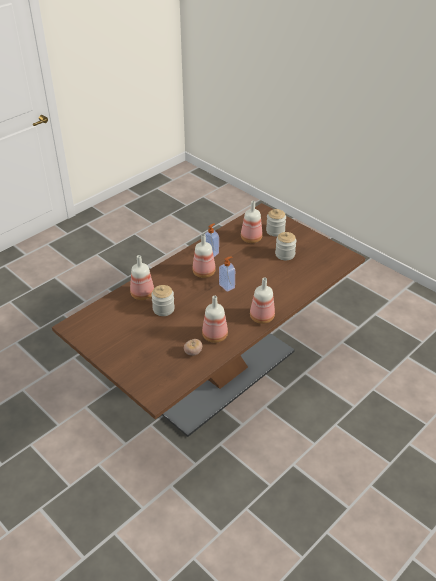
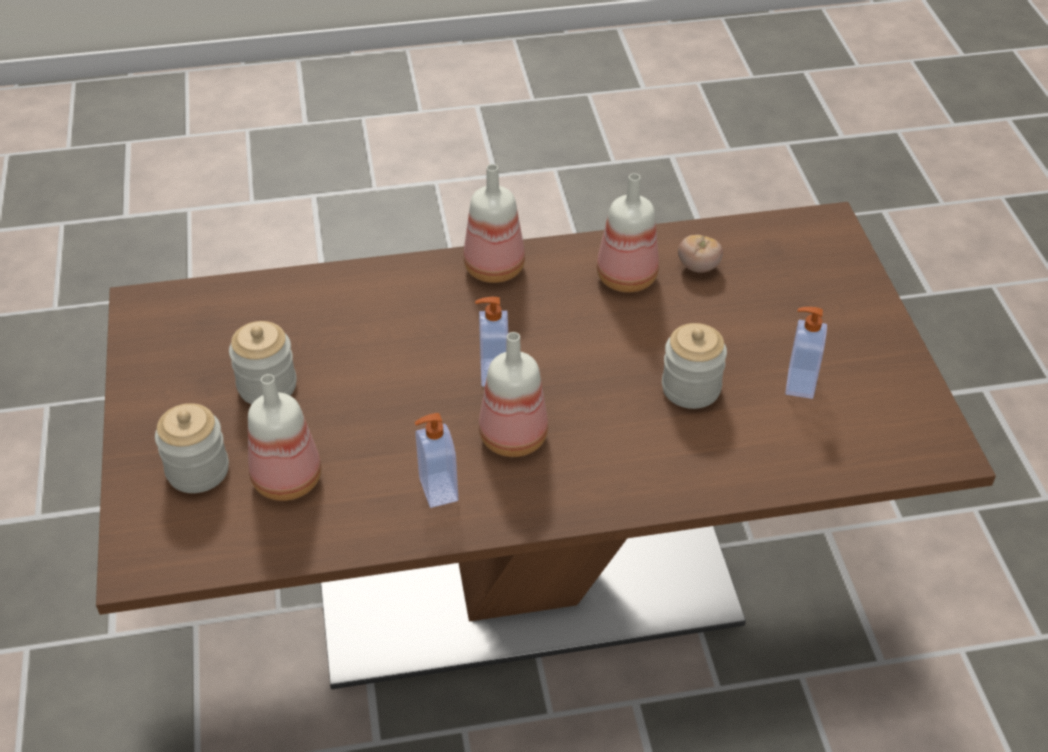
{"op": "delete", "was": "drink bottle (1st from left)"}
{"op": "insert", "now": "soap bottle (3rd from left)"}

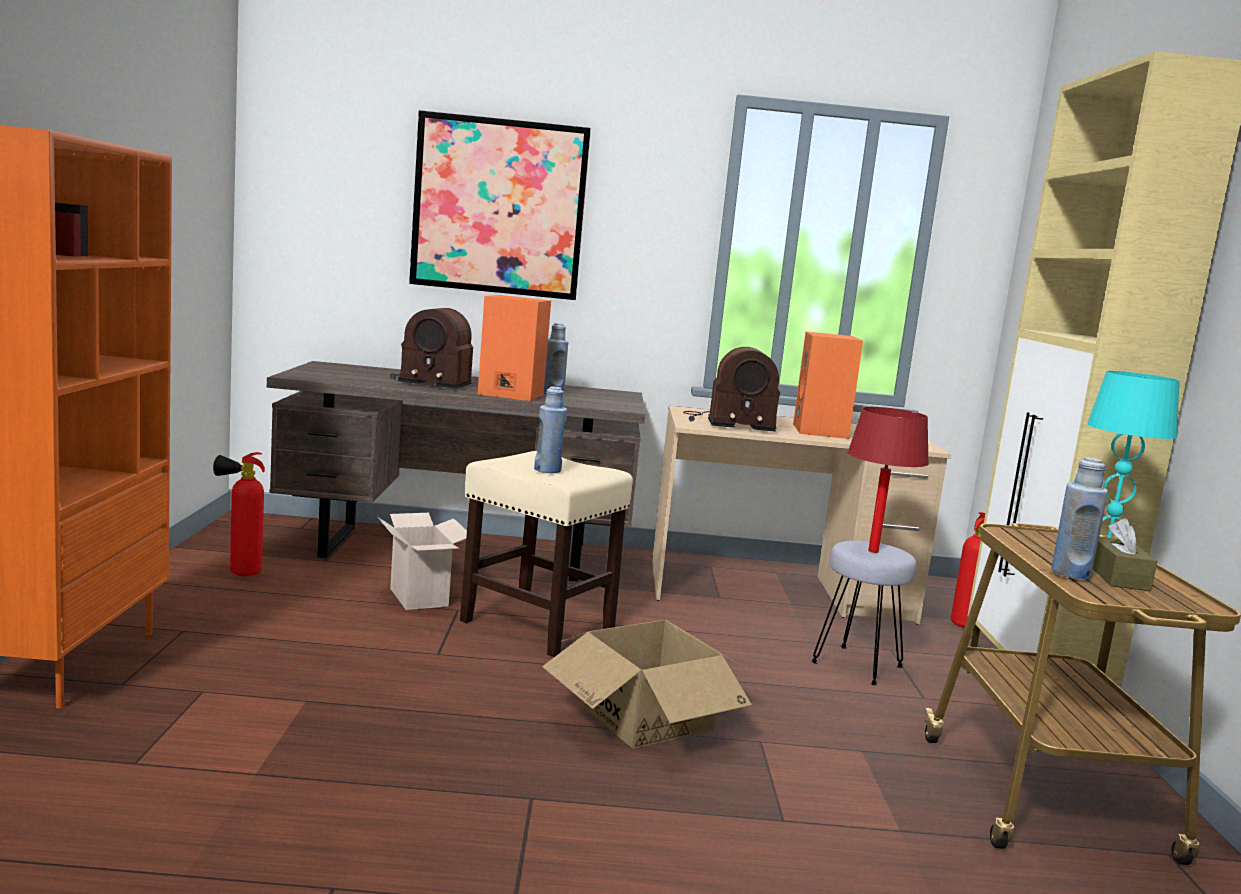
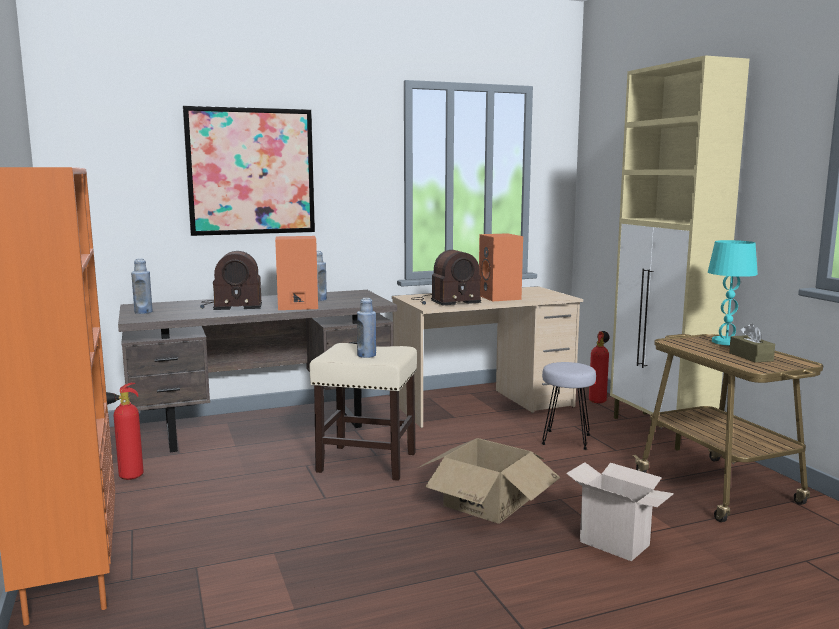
{"op": "delete", "was": "reddish table lamp"}
{"op": "move", "was": "packing box (1st from left in the first image)", "now": "packing box (2nd from left)"}
{"op": "move", "was": "blue drink bottle (3rd from left in the first image)", "now": "blue drink bottle (1st from left)"}

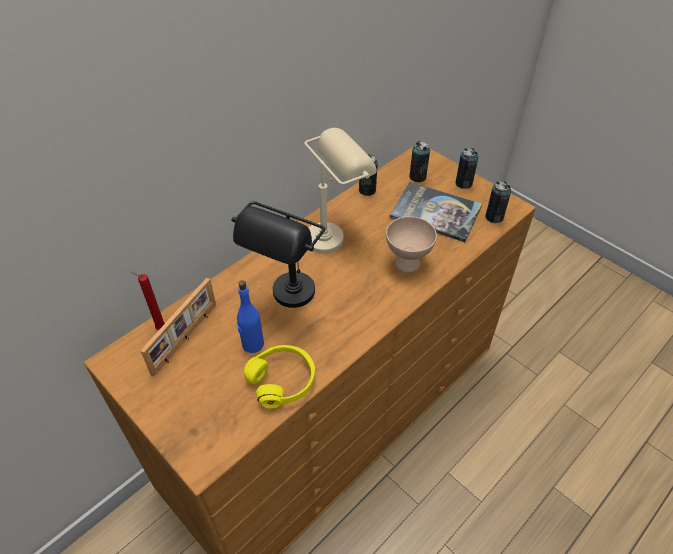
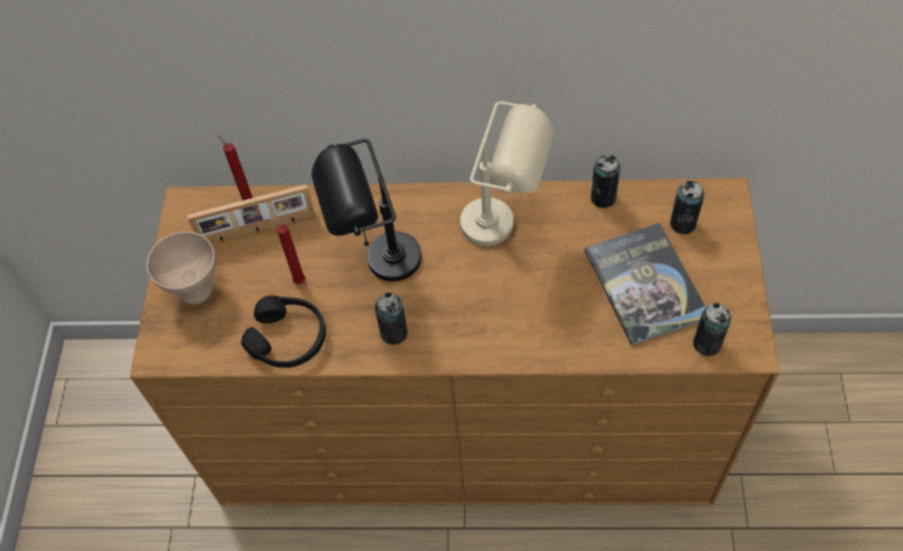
{"op": "move", "was": "sand-coloured serving bowl"}
{"op": "move", "was": "metal can (3rd from left in the first image)", "now": "metal can (1st from left)"}
{"op": "replace", "was": "blue drink bottle", "now": "reddish wax light (2nd from left)"}
{"op": "recolor", "was": "yellow-coloured headset", "now": "black headset"}

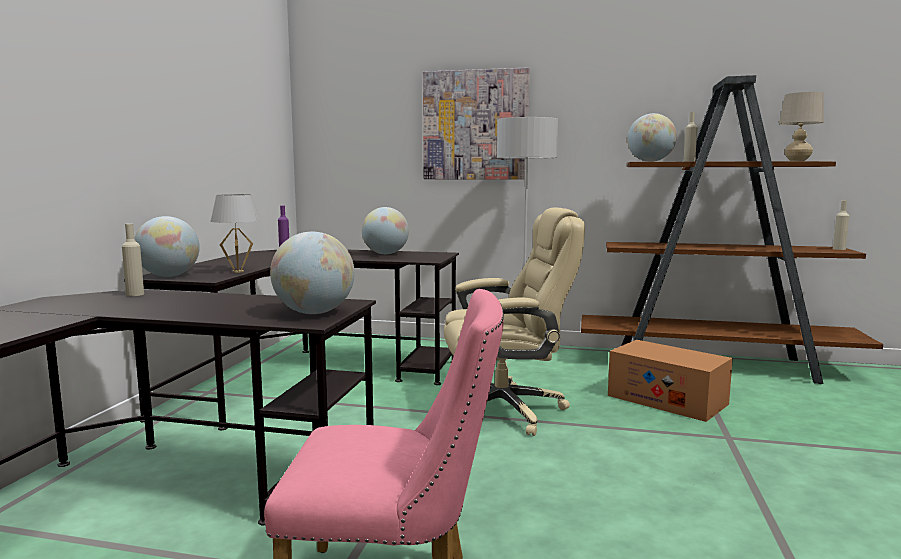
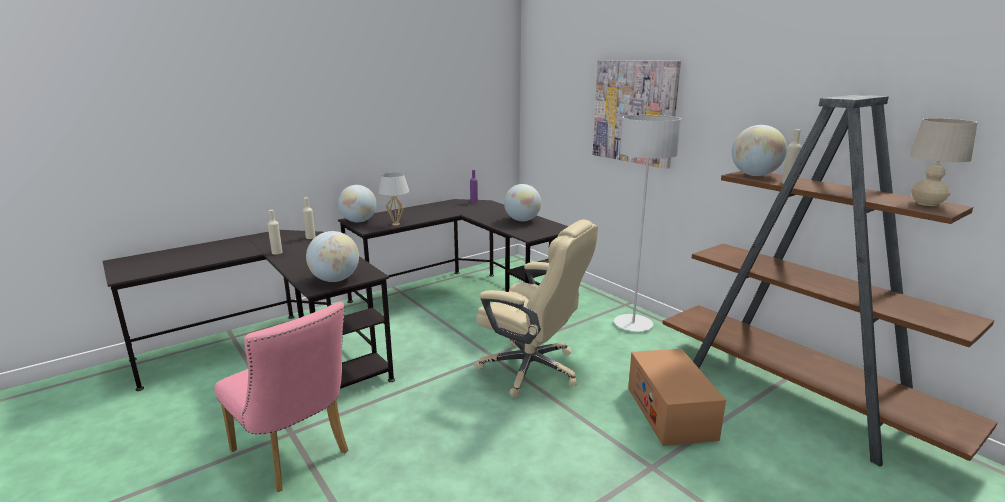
{"op": "move", "was": "sand-coloured drink bottle (3rd from left in the first image)", "now": "sand-coloured drink bottle (1st from left)"}

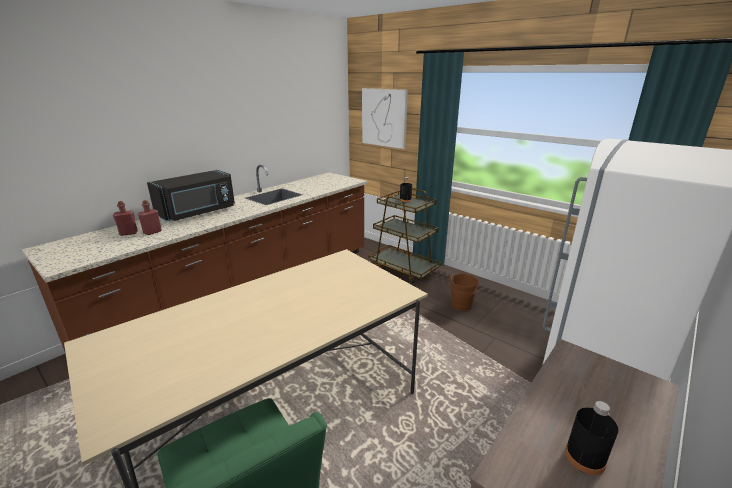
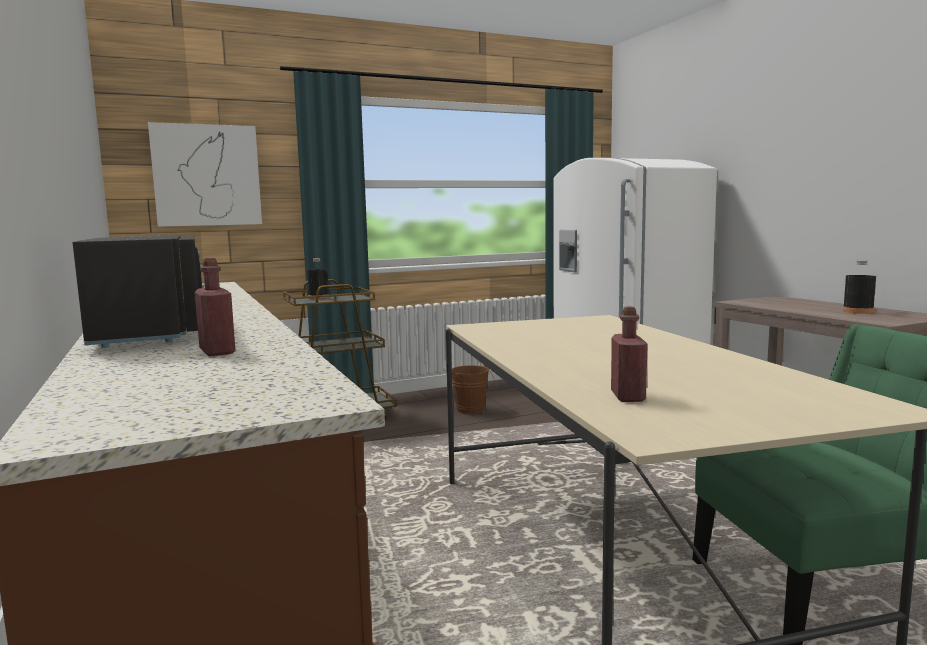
{"op": "move", "was": "reddish drink bottle (1st from left in the first image)", "now": "reddish drink bottle (2nd from left)"}

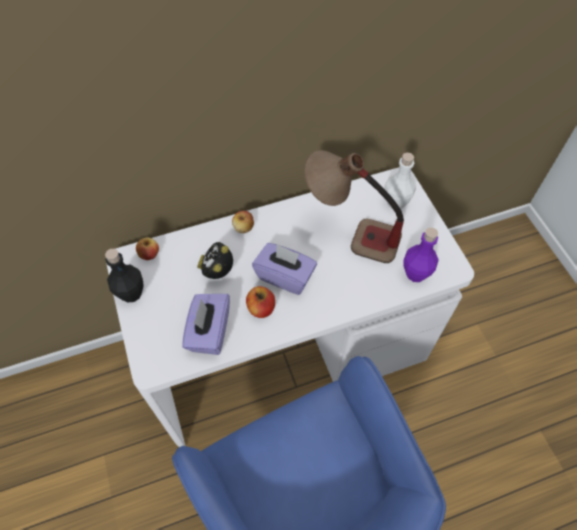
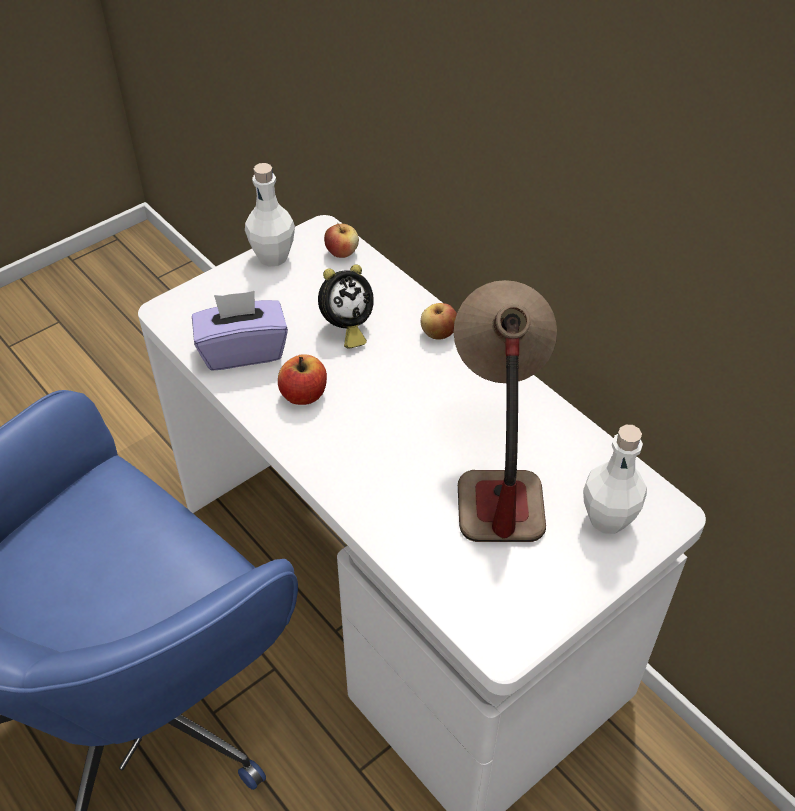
{"op": "delete", "was": "purplish tissue holder (2nd from left)"}
{"op": "delete", "was": "purplish drink bottle"}
{"op": "recolor", "was": "black drink bottle", "now": "whitish drink bottle (1st from left)"}
{"op": "rotate", "was": "bedside clock", "clockwise": 150}

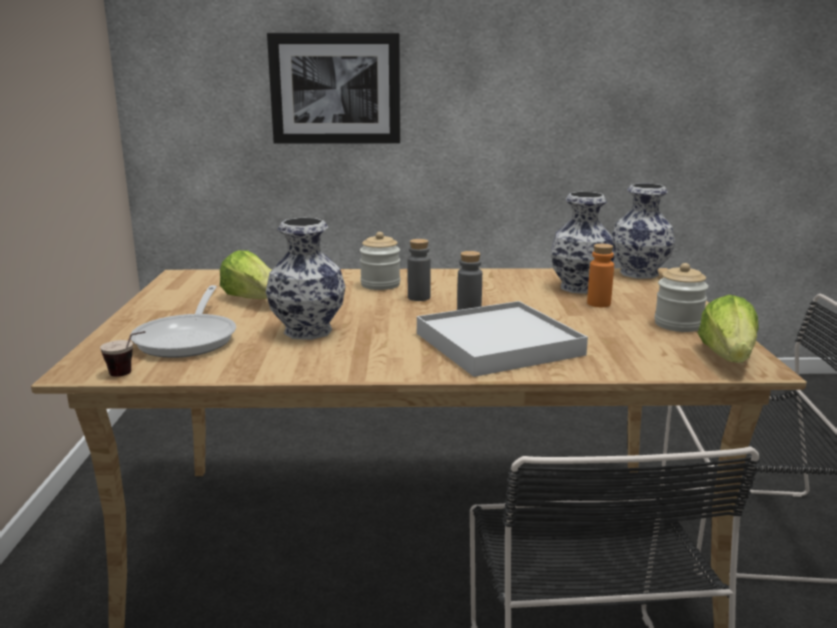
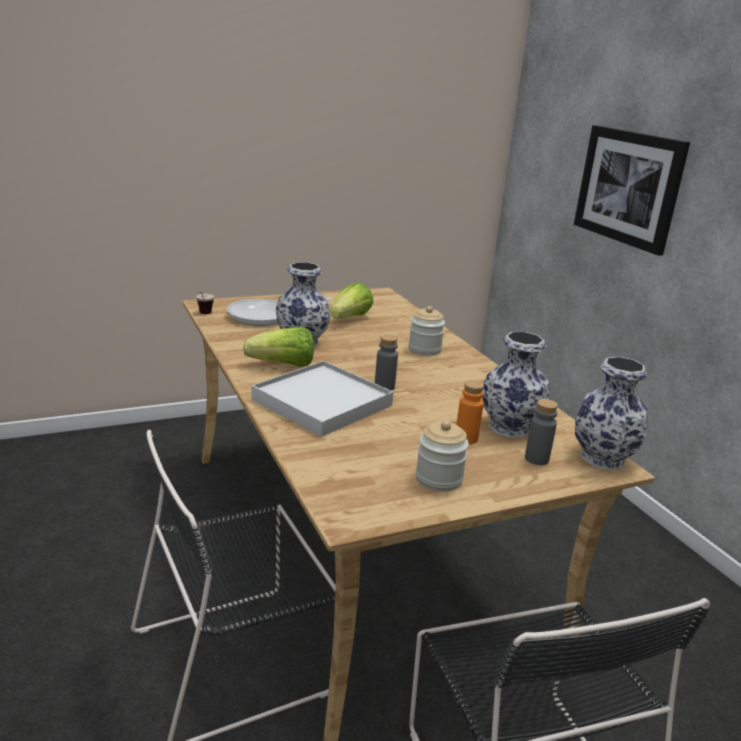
{"op": "move", "was": "gray drink bottle (1st from left in the first image)", "now": "gray drink bottle (2nd from left)"}
{"op": "move", "was": "head of lettuce (2nd from left in the first image)", "now": "head of lettuce (1st from left)"}

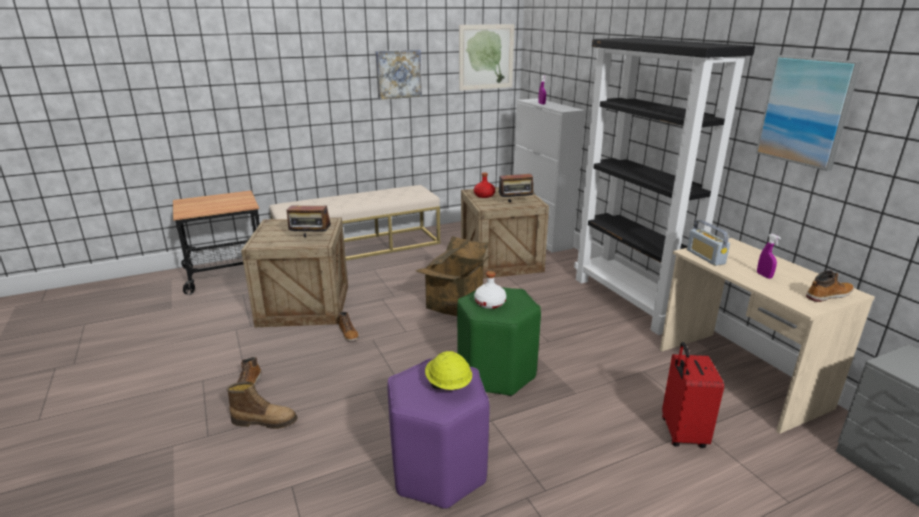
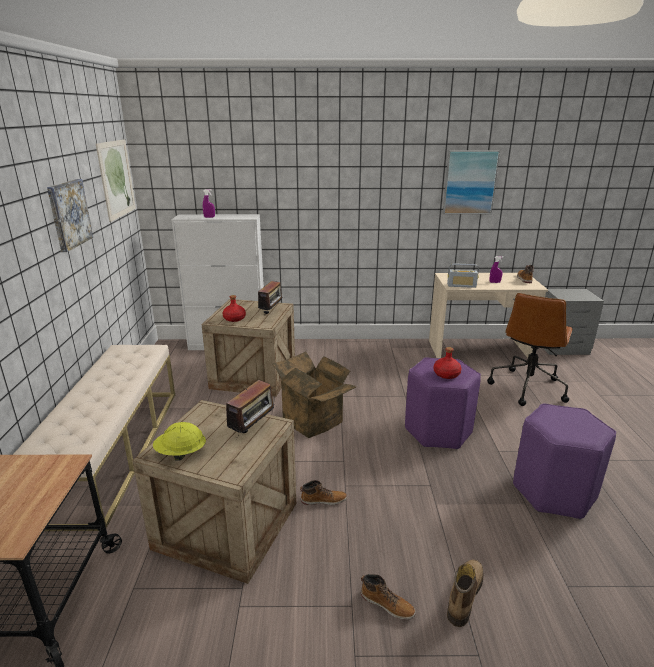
{"op": "delete", "was": "black shelving unit"}
{"op": "move", "was": "yellow-coloured hard hat"}
{"op": "replace", "was": "reddish travel case", "now": "brownish office chair"}
{"op": "recolor", "was": "green-coloured sitting stool", "now": "purplish sitting stool (1st from left)"}
{"op": "recolor", "was": "whitish drink bottle", "now": "reddish drink bottle (2nd from left)"}

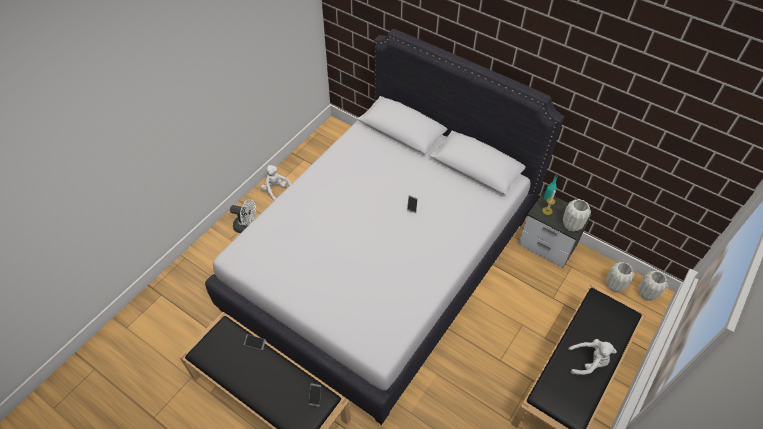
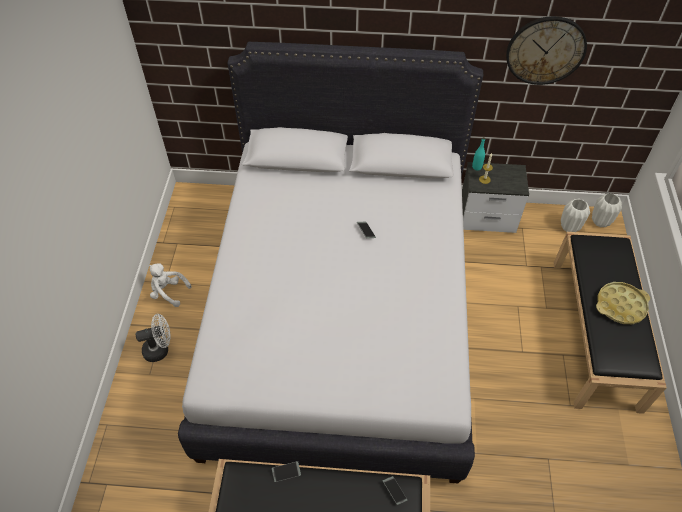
{"op": "delete", "was": "whitish flower vase (1st from left)"}
{"op": "insert", "now": "hanging clock"}
{"op": "replace", "was": "whitish cuddly toy (2nd from left)", "now": "yellow-coloured tray"}

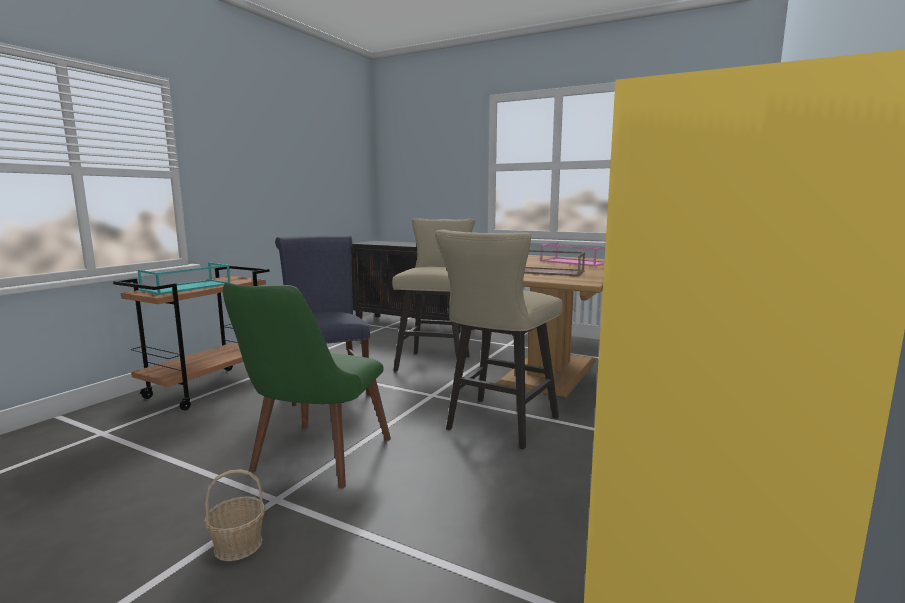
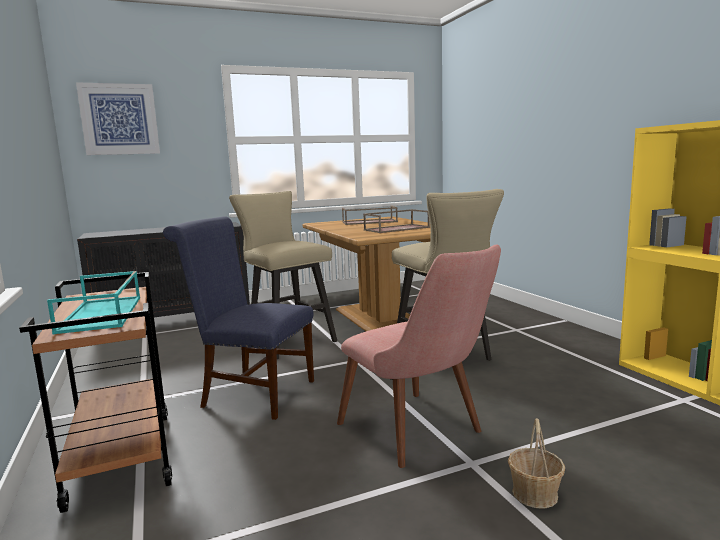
{"op": "insert", "now": "wall picture"}
{"op": "recolor", "was": "green-coloured plain chair", "now": "pink-coloured plain chair"}
{"op": "recolor", "was": "pink-coloured tray", "now": "brownish tray (1st from left)"}

